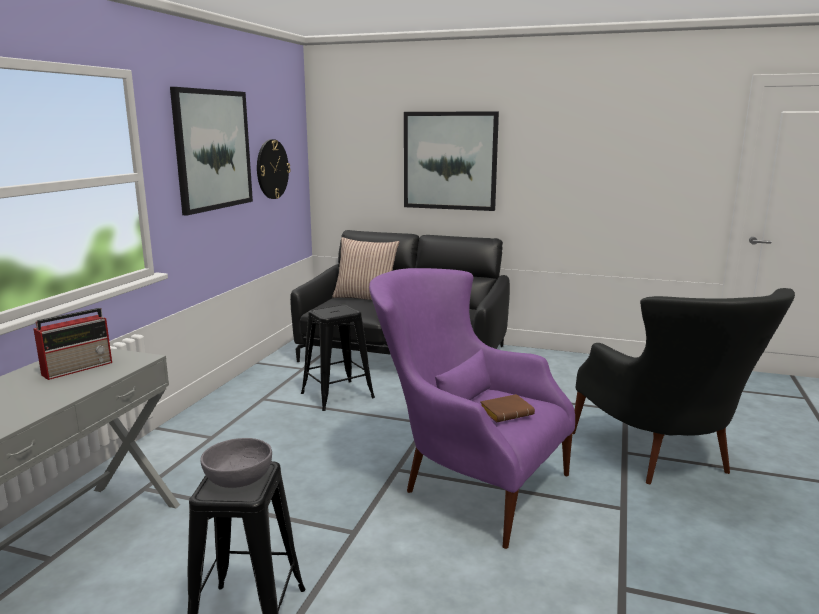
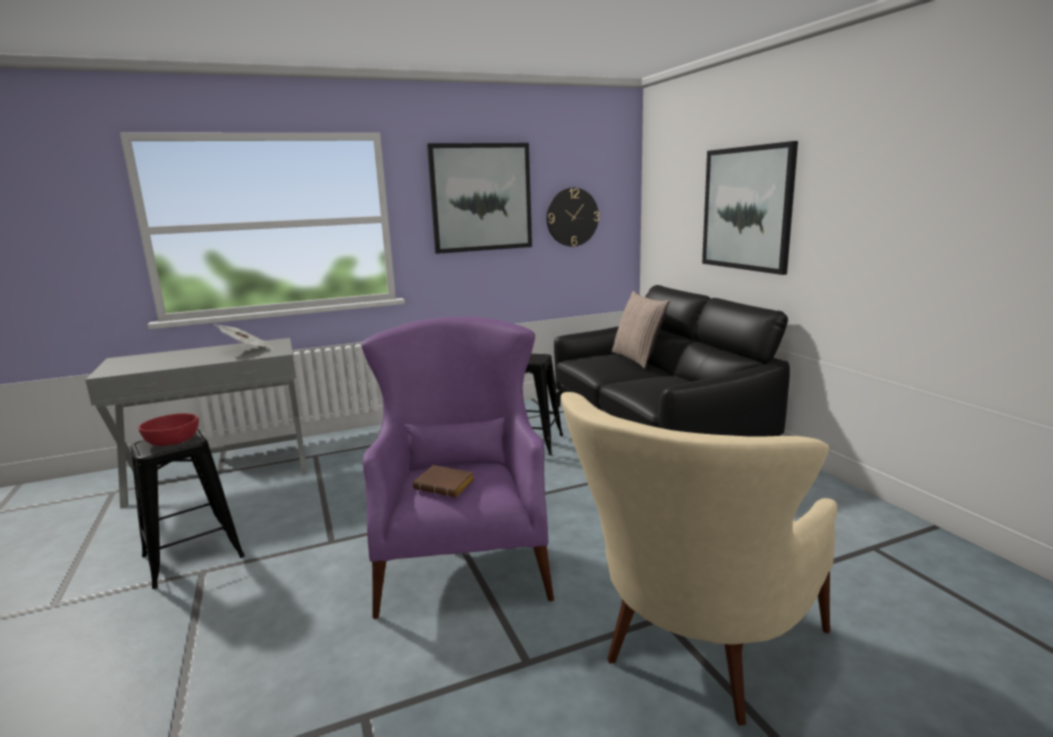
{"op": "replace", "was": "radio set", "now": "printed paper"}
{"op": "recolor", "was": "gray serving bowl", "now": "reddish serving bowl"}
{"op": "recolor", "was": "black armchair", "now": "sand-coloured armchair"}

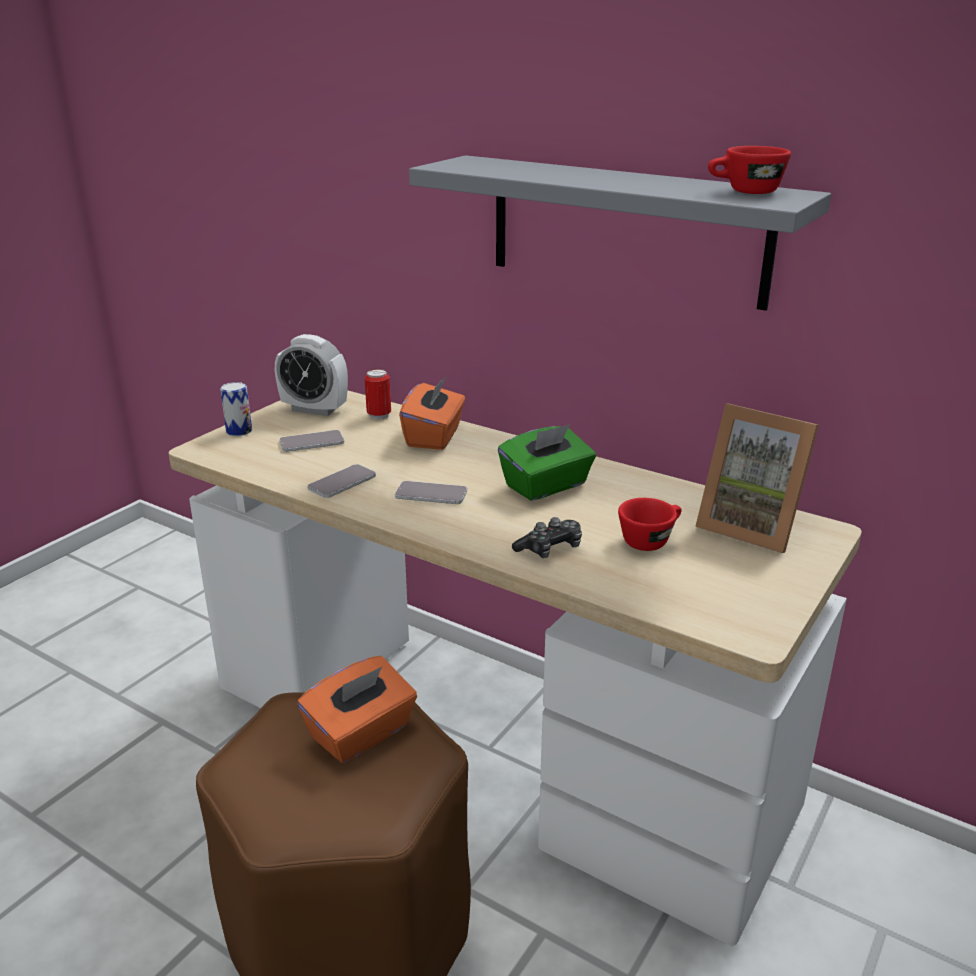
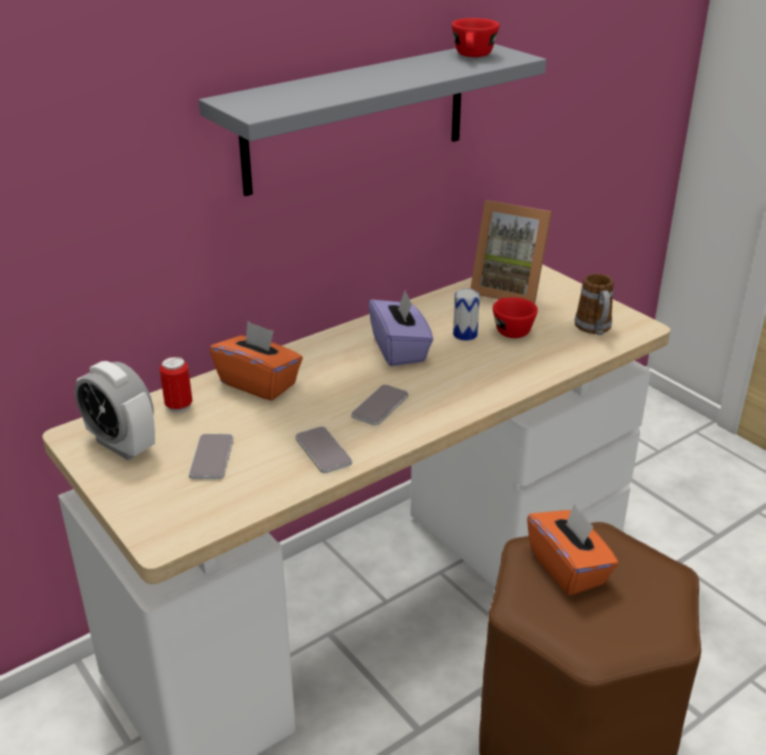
{"op": "delete", "was": "joypad"}
{"op": "insert", "now": "mug"}
{"op": "move", "was": "metal can (1st from left in the first image)", "now": "metal can (2nd from left)"}
{"op": "recolor", "was": "green-coloured tissue holder", "now": "purplish tissue holder"}
{"op": "rotate", "was": "bedside clock", "clockwise": 90}
{"op": "rotate", "was": "picture frame", "clockwise": 60}

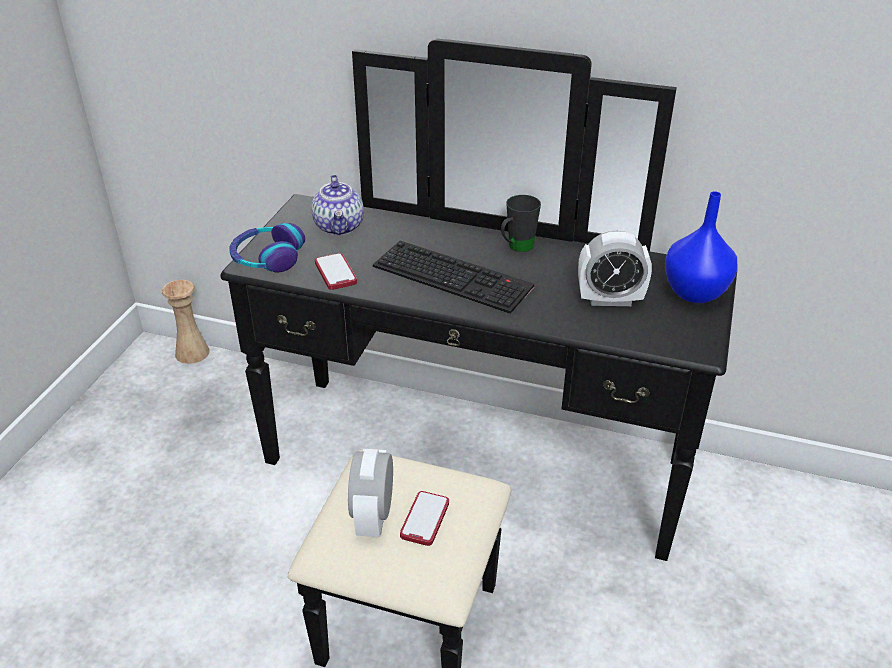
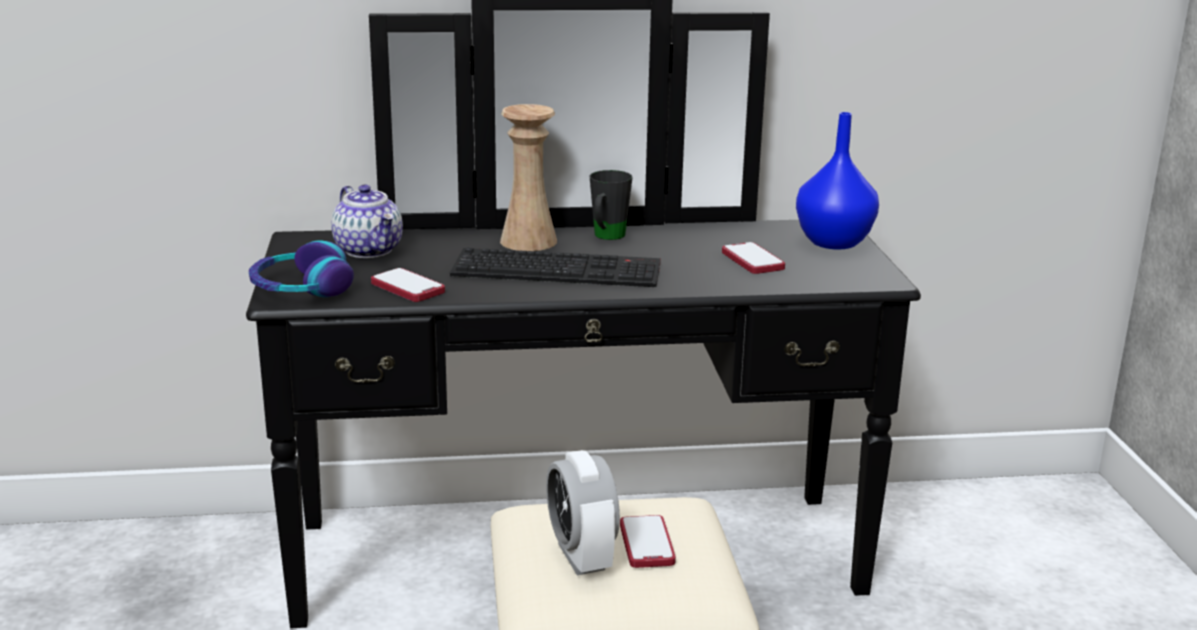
{"op": "move", "was": "sand-coloured flower vase"}
{"op": "replace", "was": "bedside clock (2nd from left)", "now": "telephone (3rd from left)"}

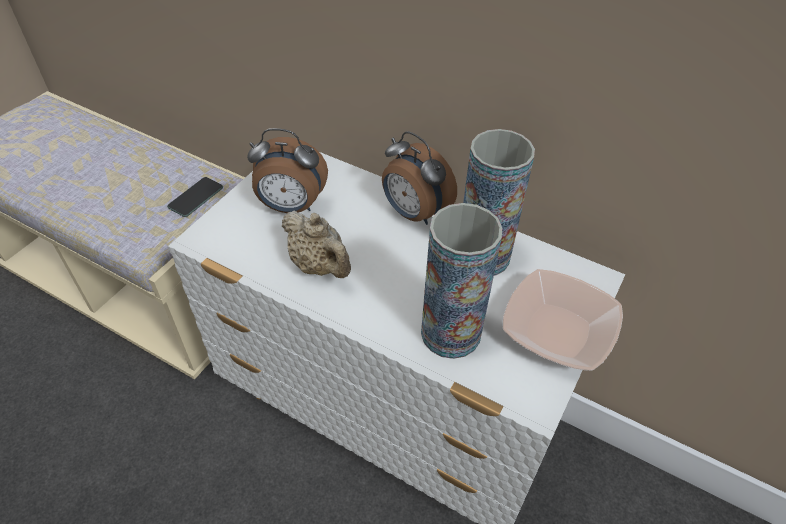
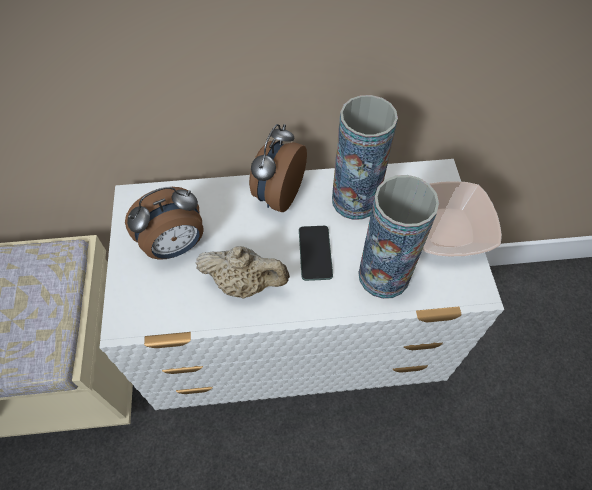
{"op": "move", "was": "telephone"}
{"op": "rotate", "was": "bedside clock (2nd from left)", "clockwise": 105}

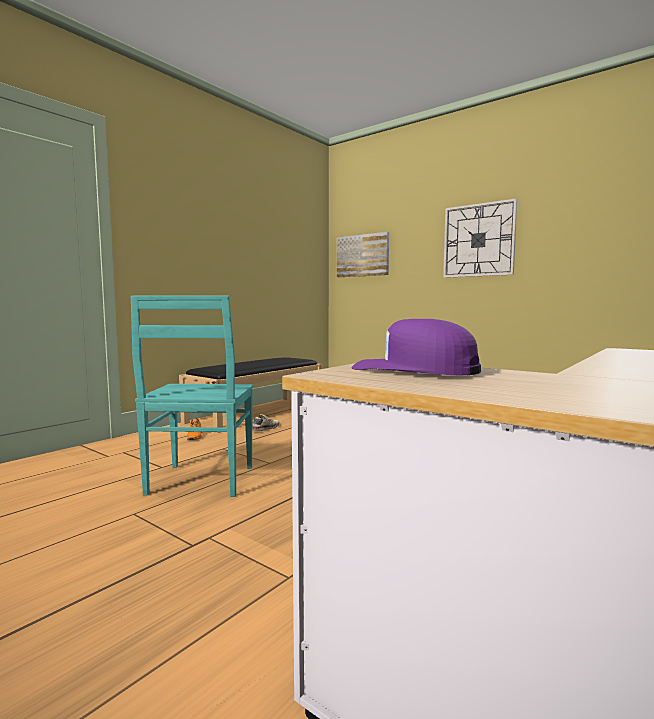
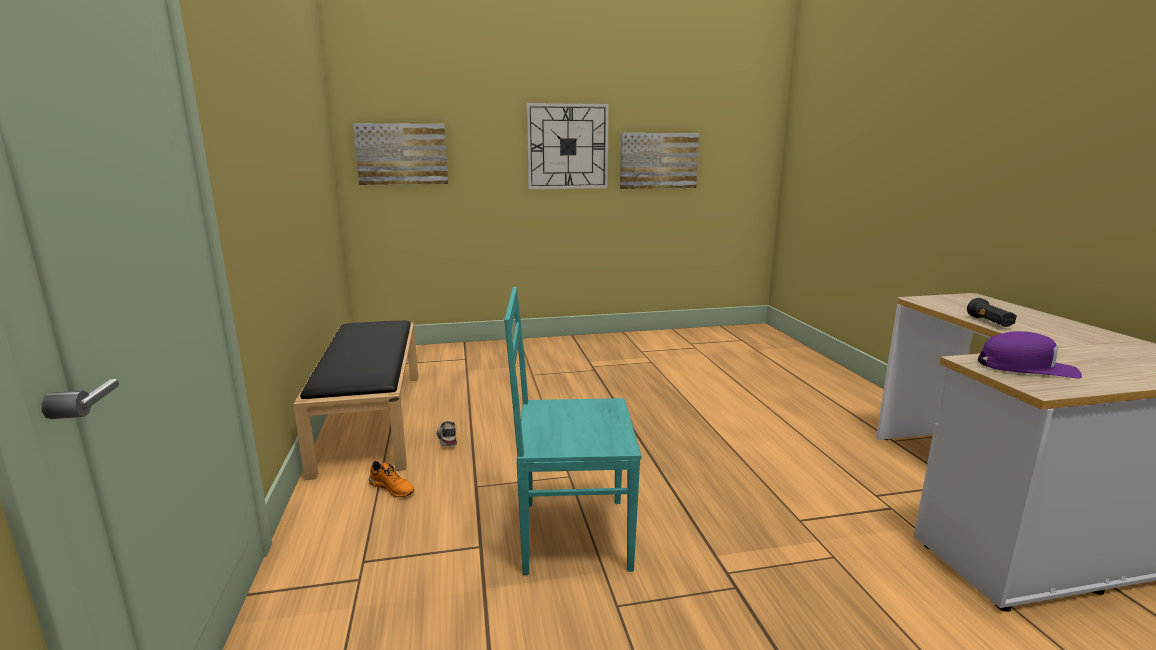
{"op": "insert", "now": "wall picture (2nd from left)"}
{"op": "insert", "now": "black flashlight"}
{"op": "rotate", "was": "blue-green plain chair", "clockwise": 135}
{"op": "rotate", "was": "purplish cap", "clockwise": -150}

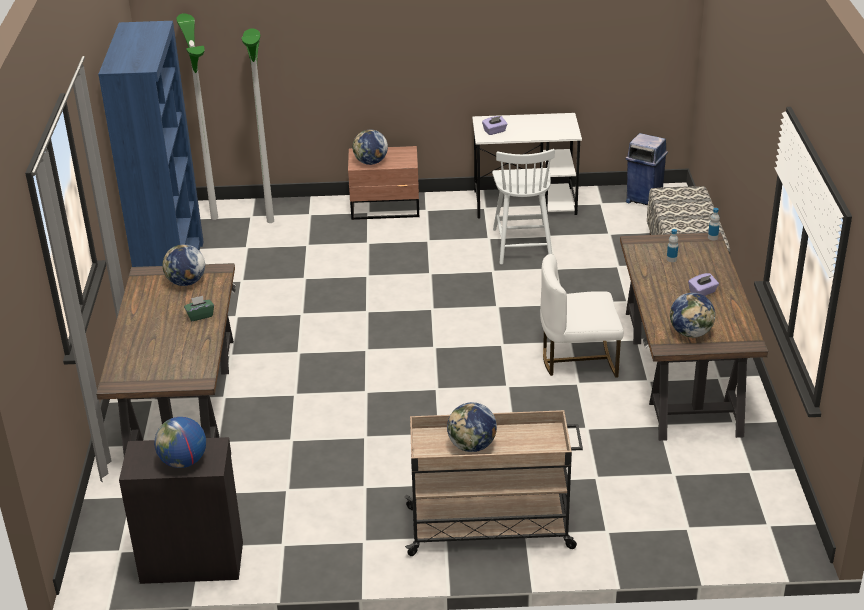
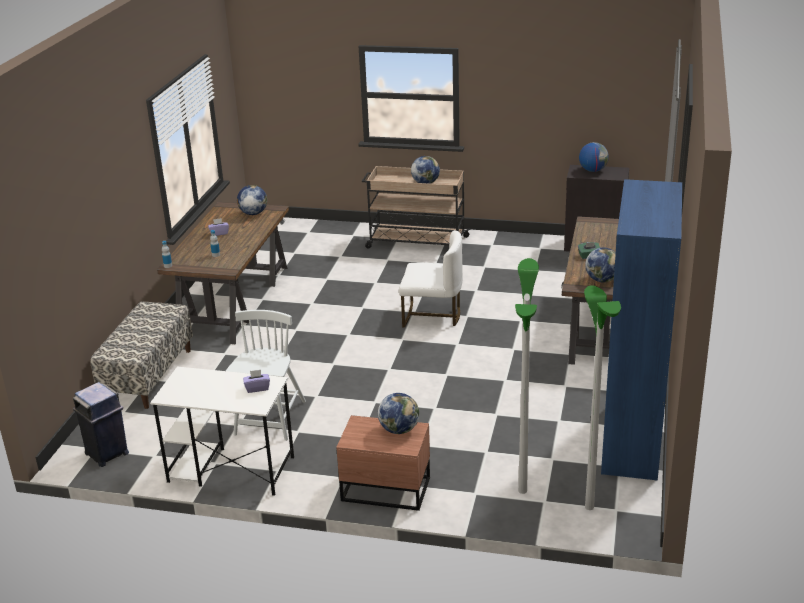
{"op": "move", "was": "whitish plain chair (2nd from left)"}

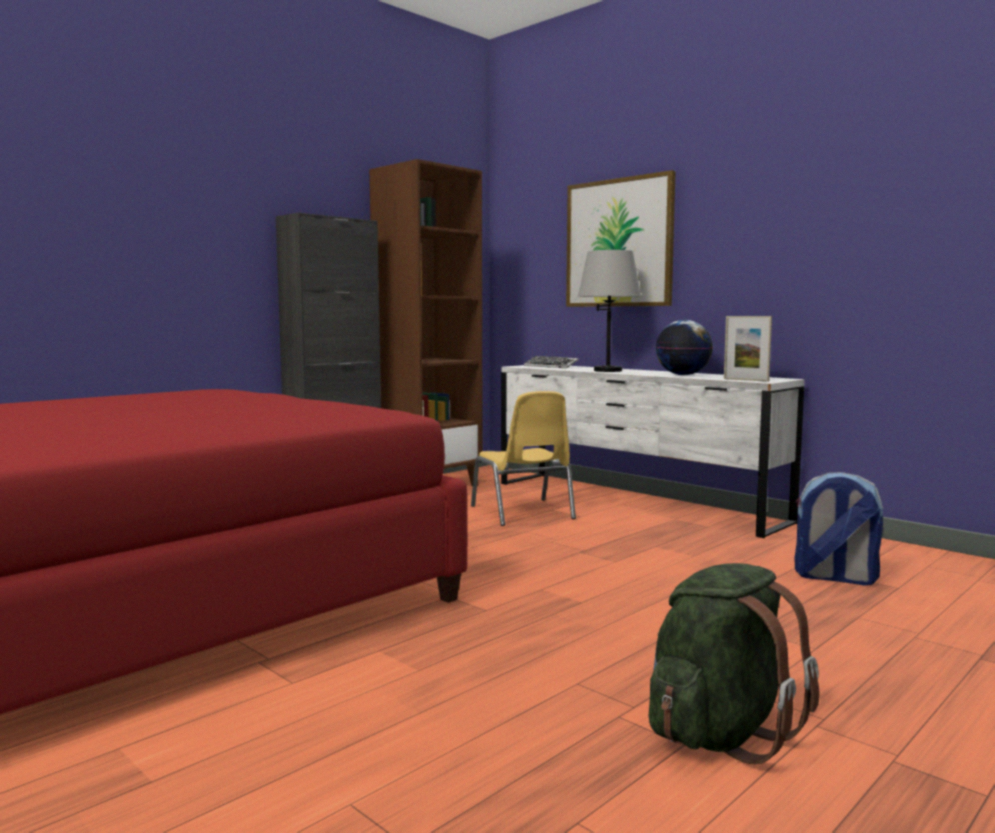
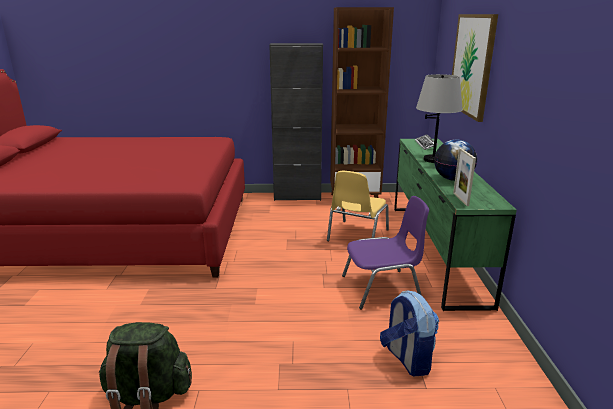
{"op": "insert", "now": "purplish plain chair"}
{"op": "recolor", "was": "whitish chest of drawers", "now": "green-coloured chest of drawers"}

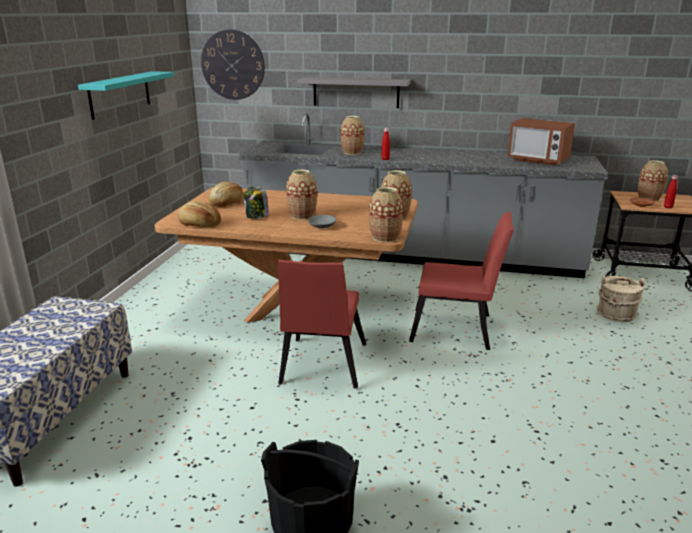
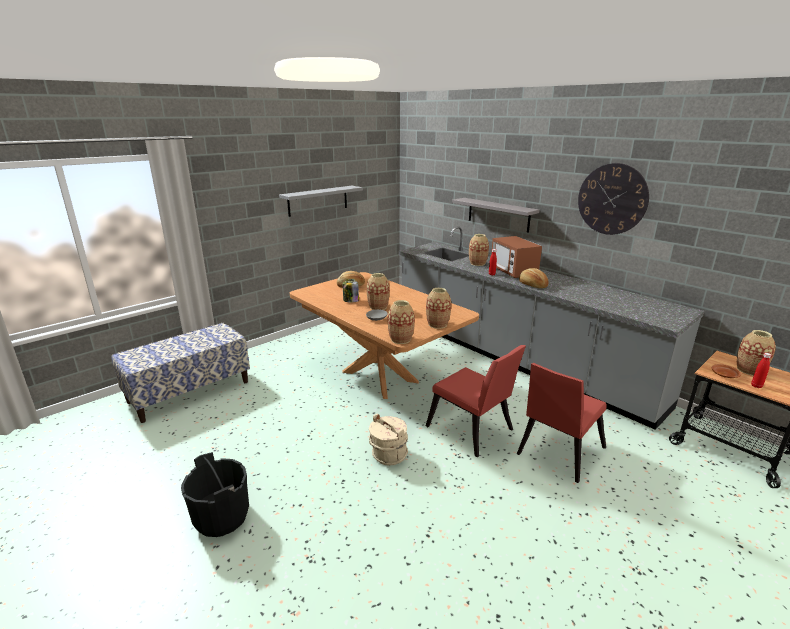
{"op": "move", "was": "bakery bread (1st from left in the first image)", "now": "bakery bread (2nd from left)"}
{"op": "move", "was": "hanging clock"}
{"op": "move", "was": "reddish plain chair (1st from left in the first image)", "now": "reddish plain chair (2nd from left)"}
{"op": "move", "was": "microwave oven"}
{"op": "move", "was": "sand-coloured bucket"}
{"op": "recolor", "was": "blue-green wall shelf", "now": "gray wall shelf (1st from left)"}

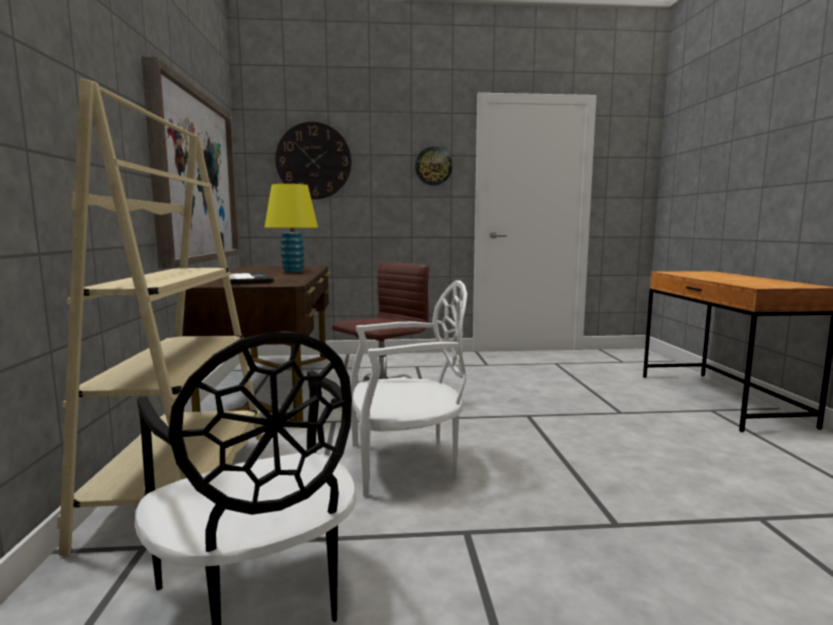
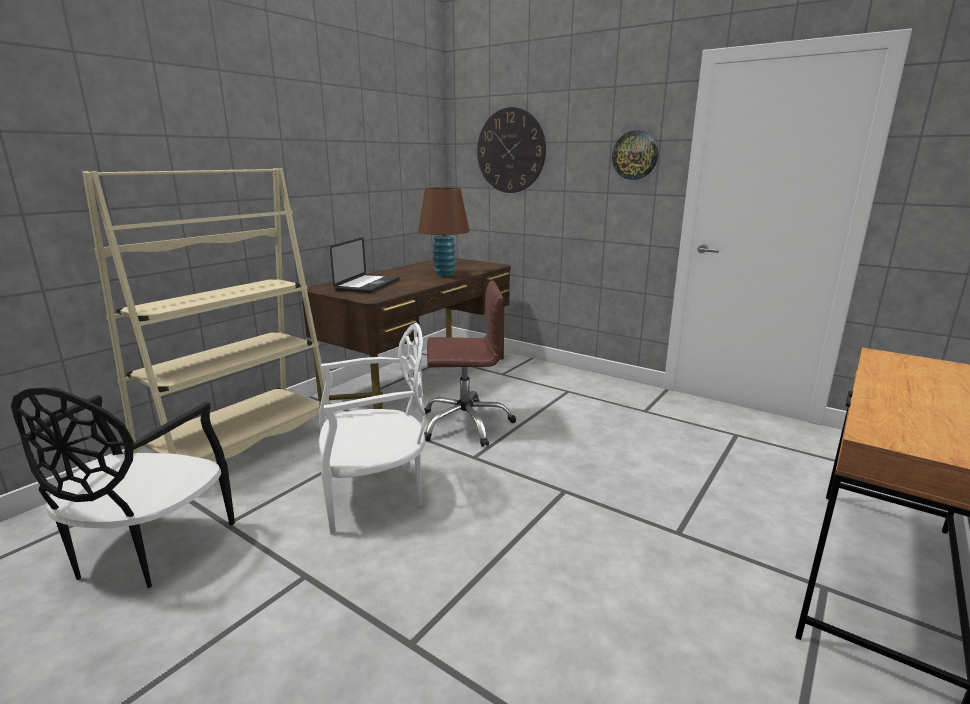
{"op": "delete", "was": "wall picture"}
{"op": "recolor", "was": "yellow-coloured table lamp", "now": "brownish table lamp"}
{"op": "rotate", "was": "whitish plain chair", "clockwise": -45}

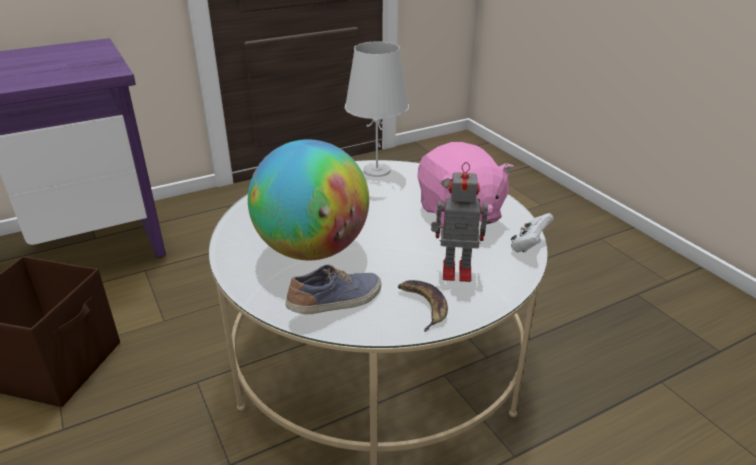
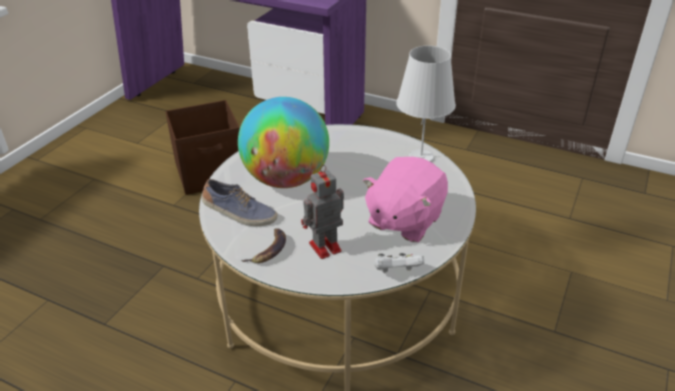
{"op": "rotate", "was": "toy robot", "clockwise": -90}

